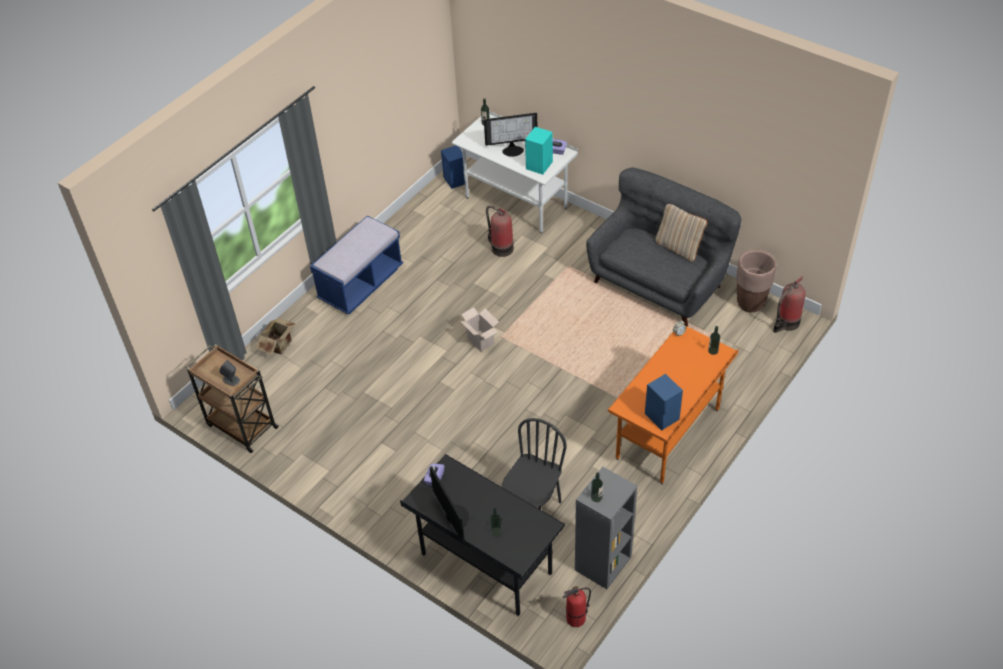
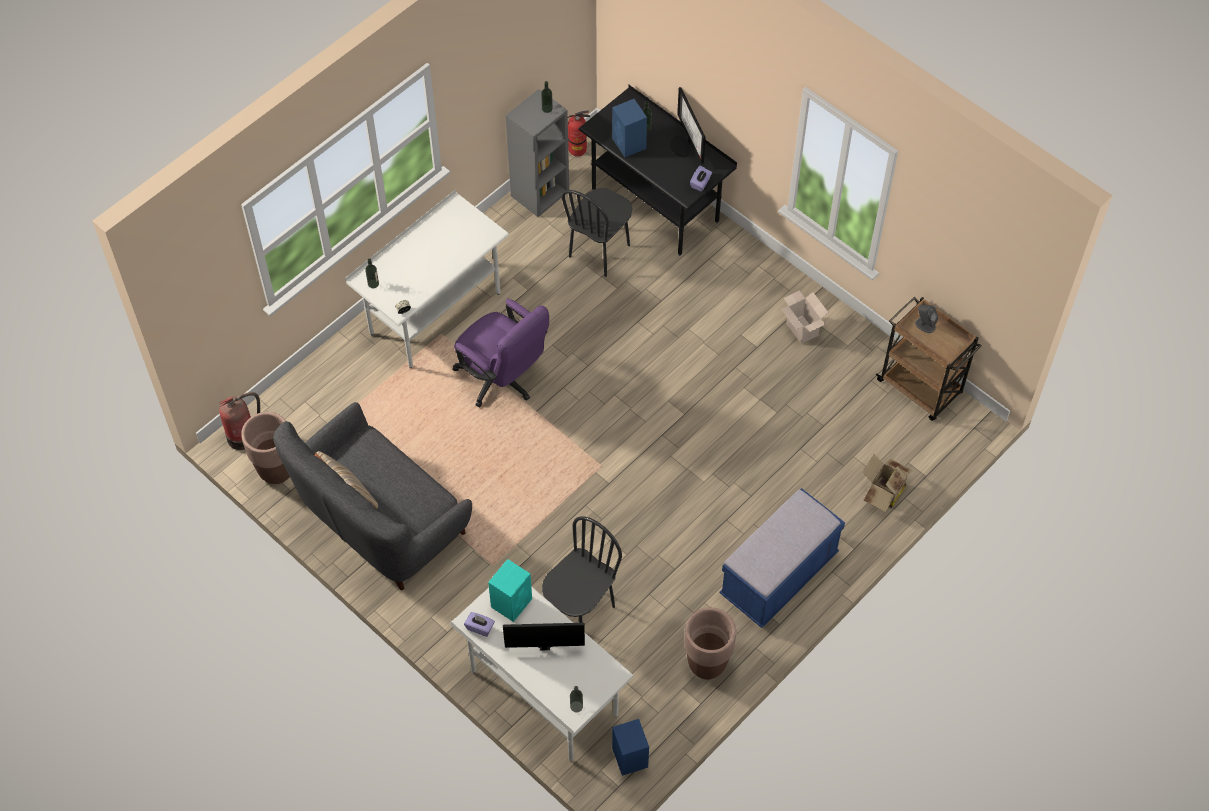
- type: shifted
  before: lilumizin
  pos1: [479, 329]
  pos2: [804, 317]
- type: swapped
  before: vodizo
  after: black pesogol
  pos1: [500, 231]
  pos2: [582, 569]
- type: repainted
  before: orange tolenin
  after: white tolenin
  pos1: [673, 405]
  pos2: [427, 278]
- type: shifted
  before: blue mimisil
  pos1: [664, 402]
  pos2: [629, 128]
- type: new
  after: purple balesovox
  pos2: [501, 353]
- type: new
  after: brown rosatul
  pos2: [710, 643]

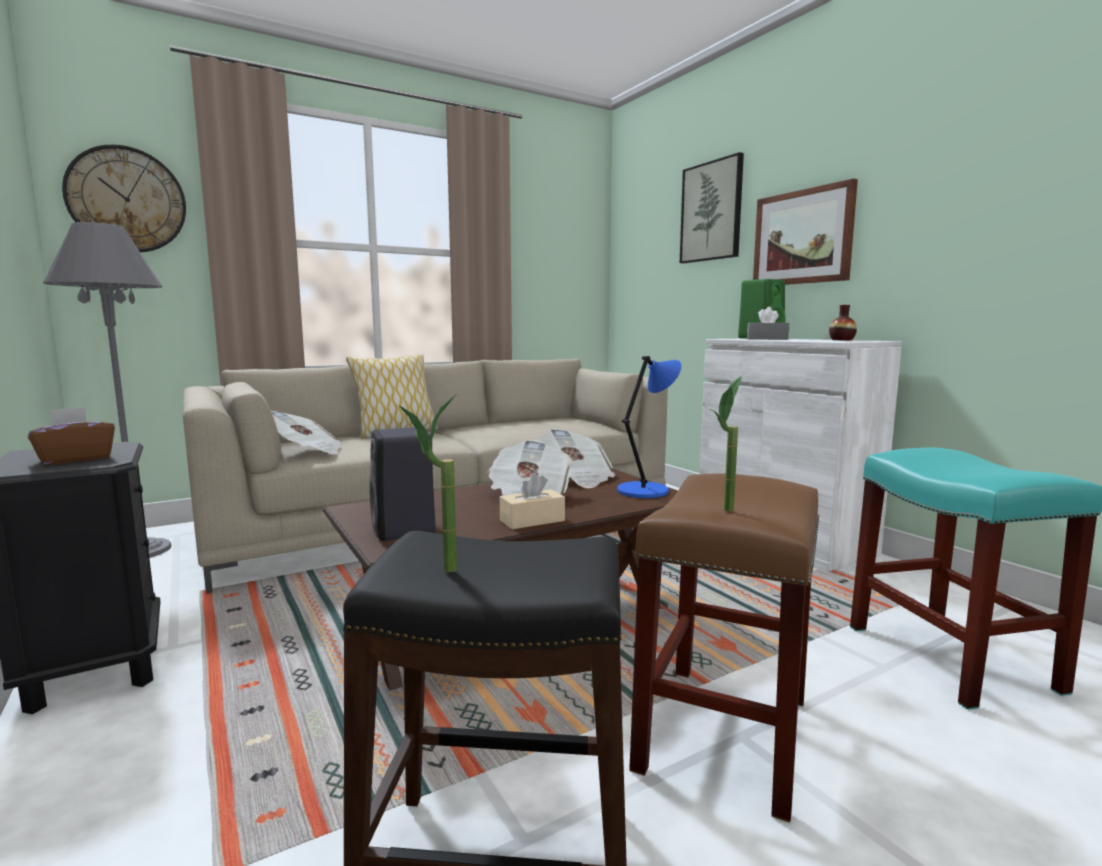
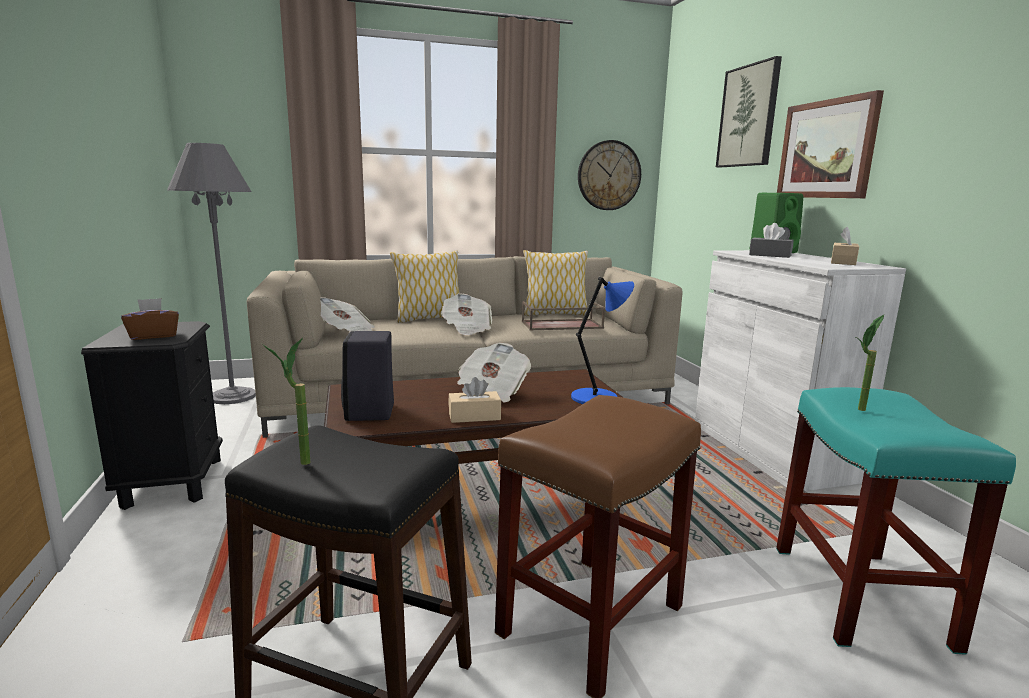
- type: shifted
  before: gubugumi
  pos1: [124, 198]
  pos2: [609, 175]
- type: shifted
  before: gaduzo
  pos1: [576, 458]
  pos2: [466, 314]
- type: shifted
  before: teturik
  pos1: [724, 443]
  pos2: [870, 363]
- type: swapped
  before: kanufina
  after: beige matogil
  pos1: [843, 322]
  pos2: [845, 246]
- type: new
  after: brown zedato
  pos2: [563, 316]
- type: new
  after: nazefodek
  pos2: [555, 283]

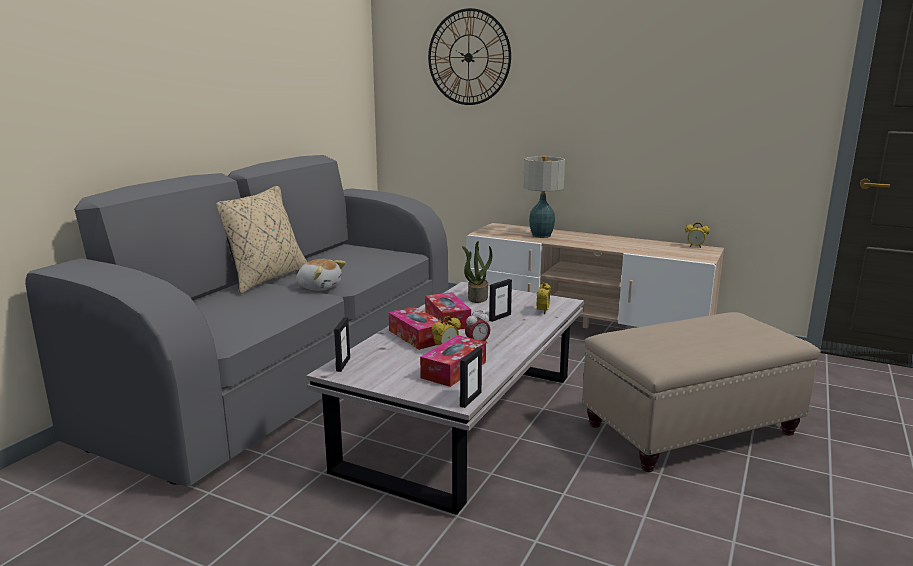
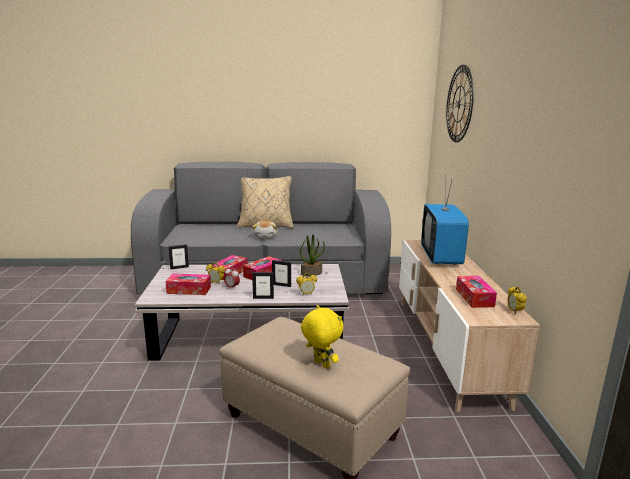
- type: shifted
  before: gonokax
  pos1: [471, 377]
  pos2: [263, 285]
- type: swapped
  before: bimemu
  after: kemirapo
  pos1: [544, 197]
  pos2: [445, 220]
- type: new
  after: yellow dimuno
  pos2: [322, 337]
- type: new
  after: matogil
  pos2: [476, 292]

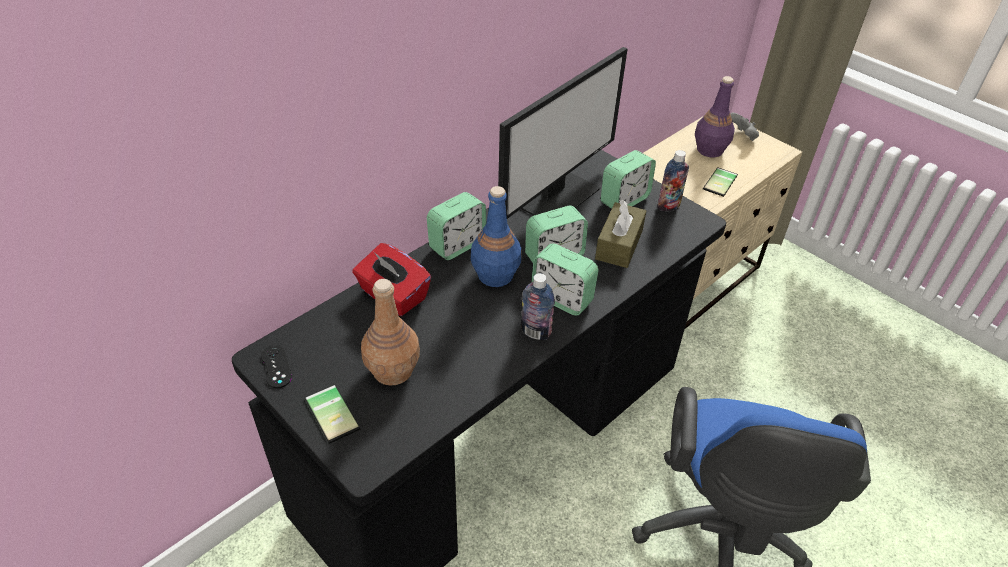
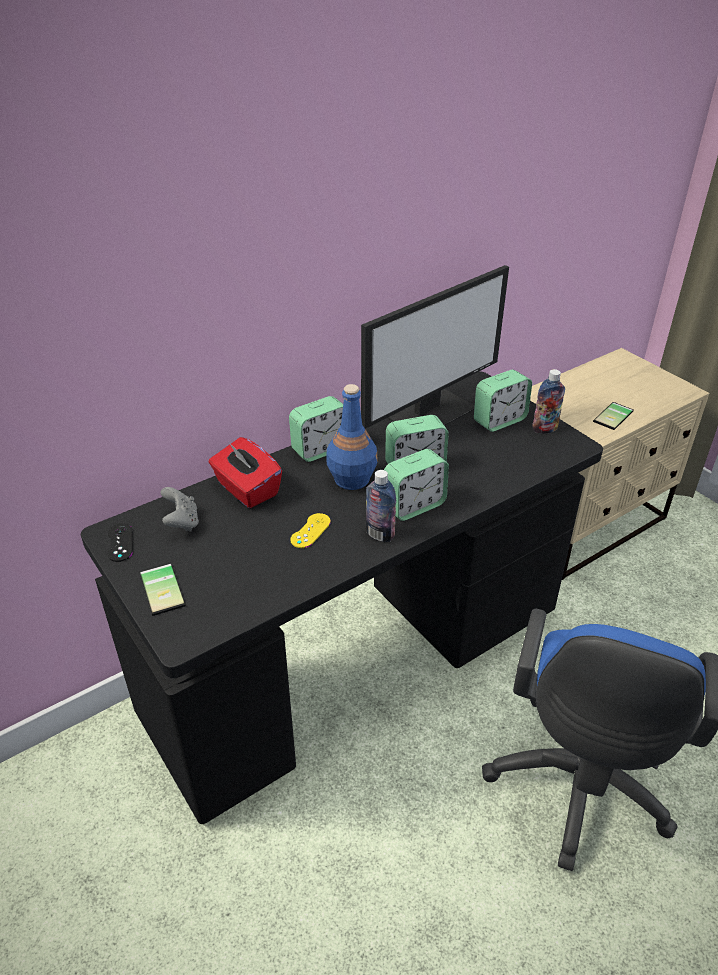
- type: gone
  before: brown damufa
  pos1: [390, 332]
- type: rotated
  before: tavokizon
  pos1: [565, 279]
  pos2: [416, 485]
  turn: -75
- type: gone
  before: brown matogil
  pos1: [620, 234]
- type: gone
  before: purple damufa
  pos1: [715, 116]
- type: shifted
  before: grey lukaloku
  pos1: [744, 127]
  pos2: [180, 509]
- type: new
  after: yellow lukaloku
  pos2: [310, 530]

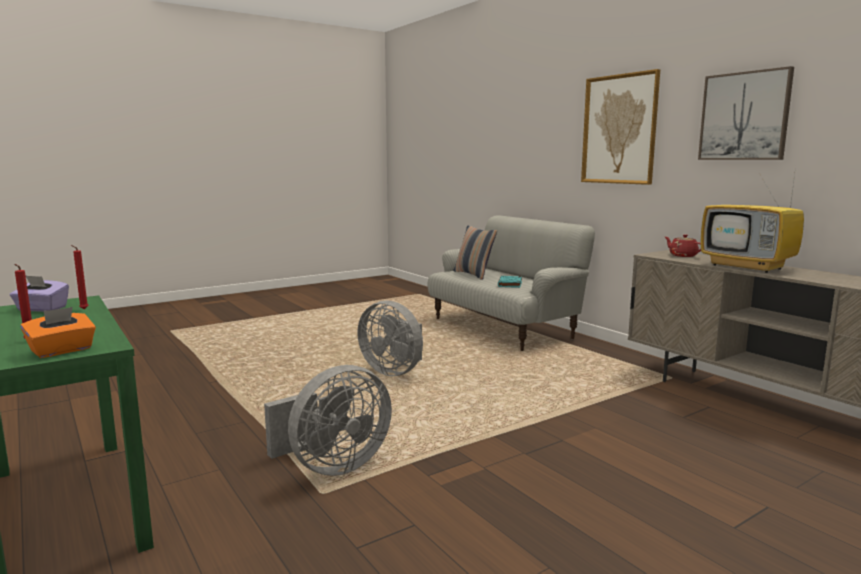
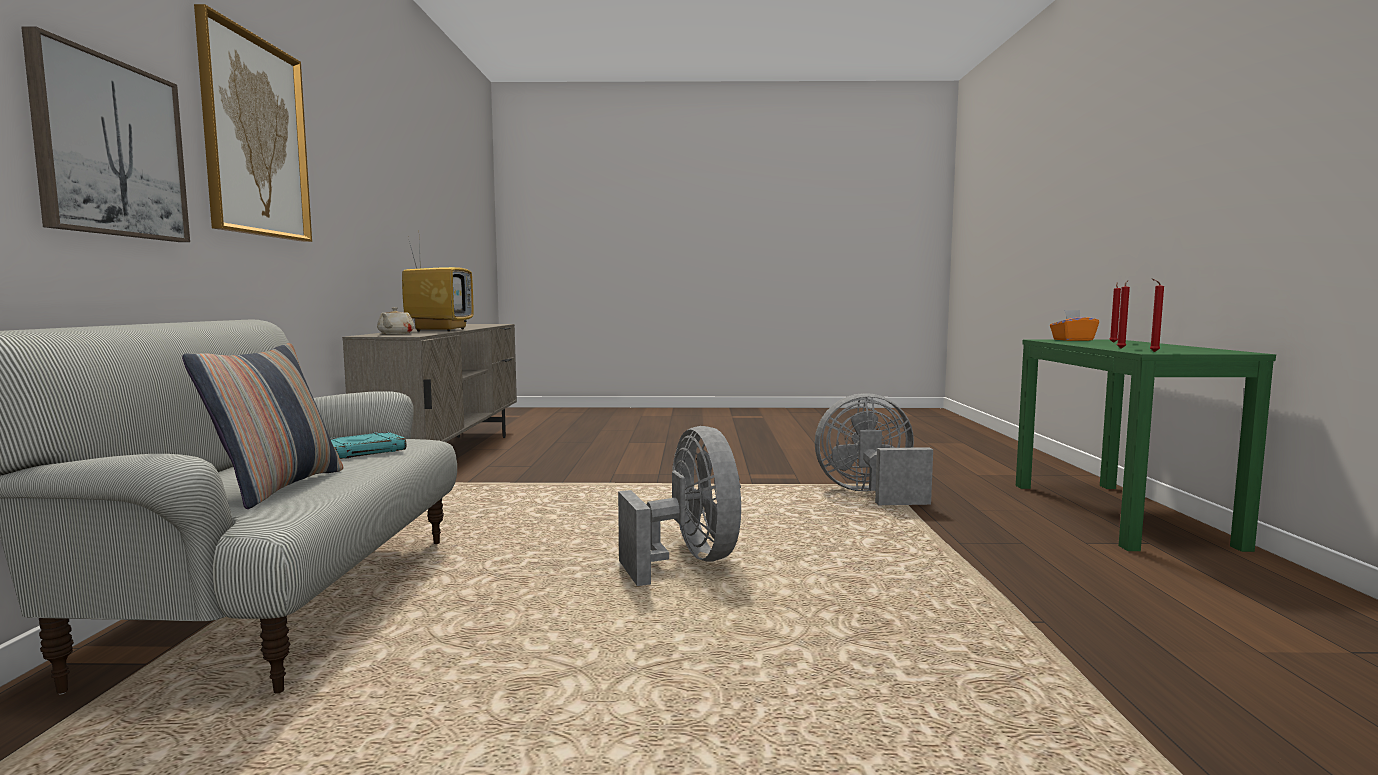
- type: gone
  before: purple matogil
  pos1: [39, 293]
- type: repainted
  before: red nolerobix
  after: beige nolerobix
  pos1: [683, 246]
  pos2: [395, 320]
- type: shifted
  before: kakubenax
  pos1: [746, 113]
  pos2: [105, 134]
- type: new
  after: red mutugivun
  pos2: [1157, 315]

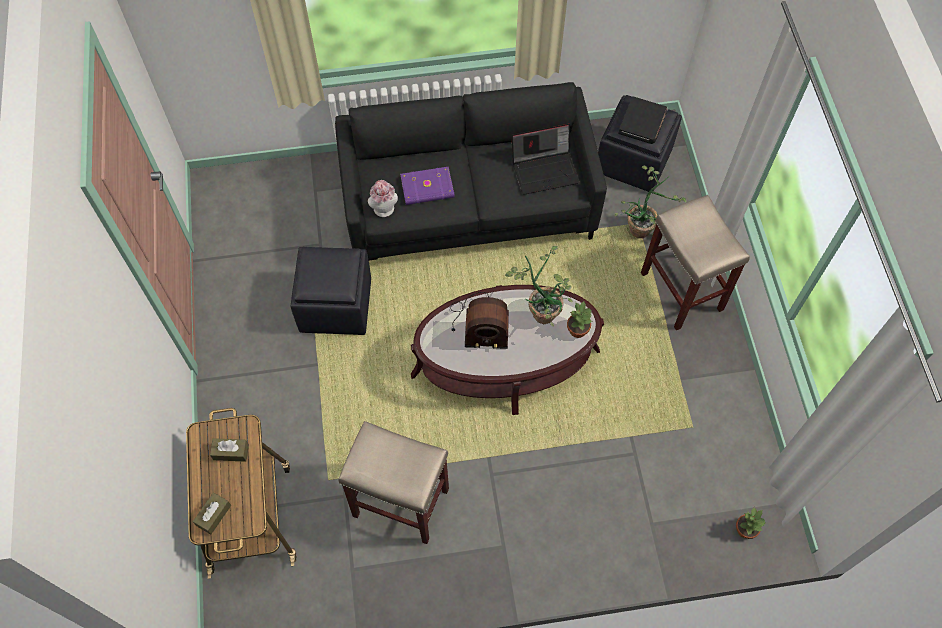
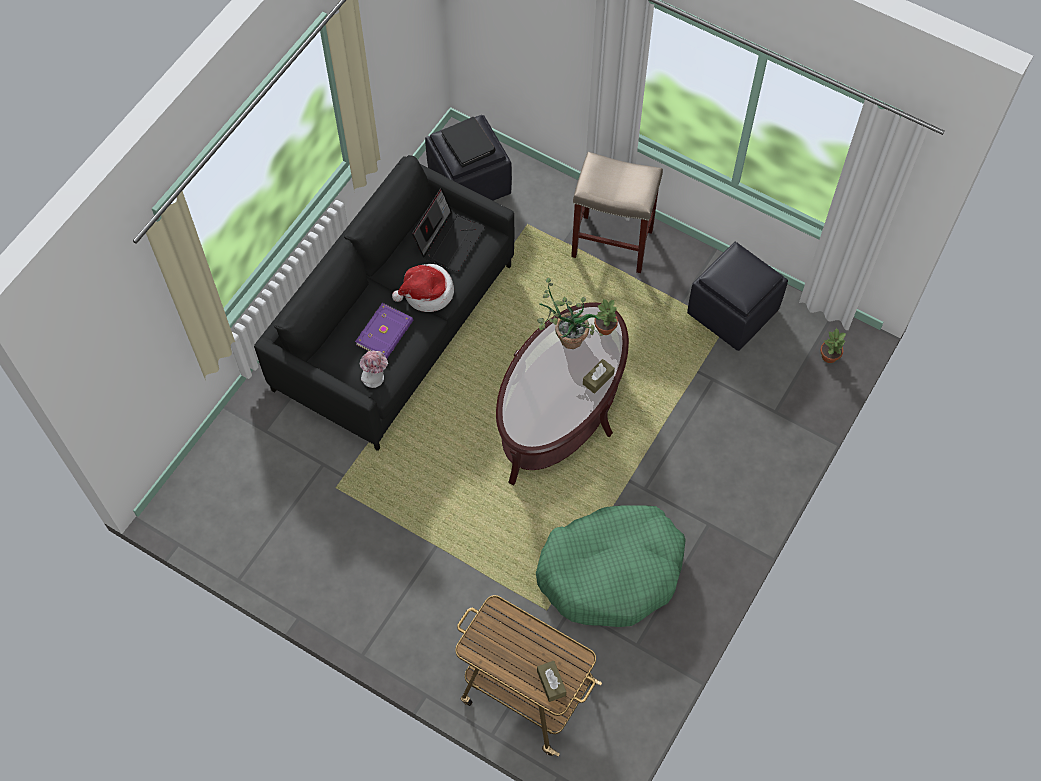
- type: shifted
  before: brown matogil
  pos1: [229, 450]
  pos2: [599, 376]
- type: shifted
  before: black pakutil
  pos1: [331, 291]
  pos2: [737, 296]
- type: swapped
  before: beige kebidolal
  after: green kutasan
  pos1: [393, 482]
  pos2: [611, 566]
- type: gone
  before: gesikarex
  pos1: [479, 320]
- type: gone
  before: teturik
  pos1: [651, 202]
- type: new
  after: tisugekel
  pos2: [423, 288]

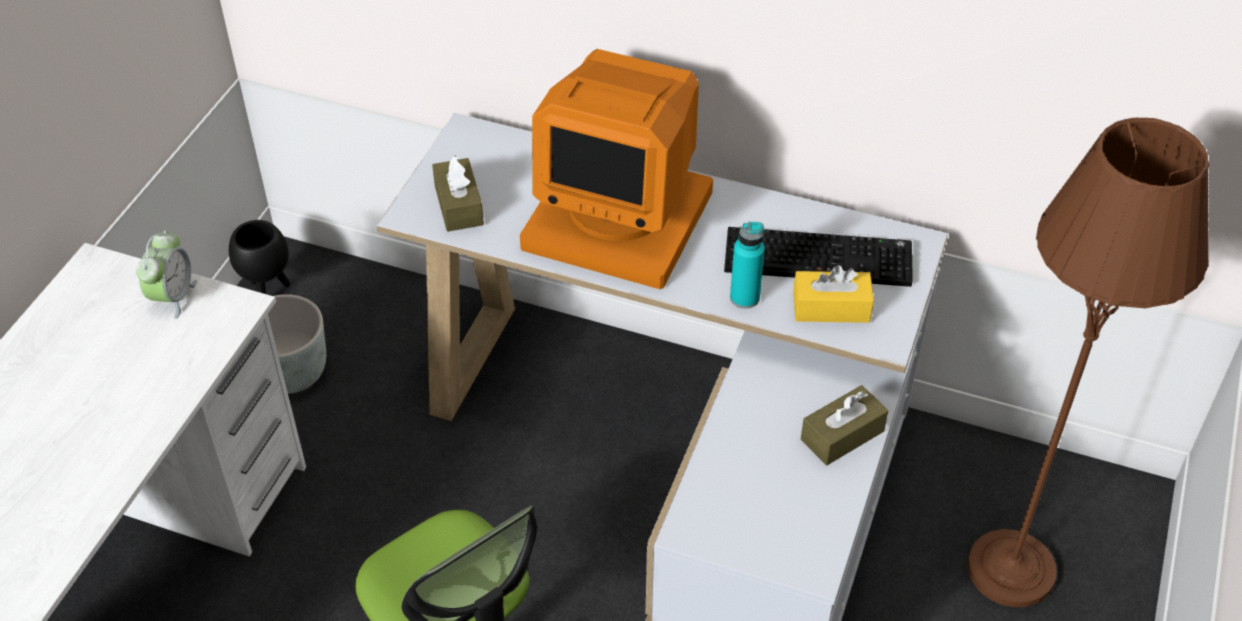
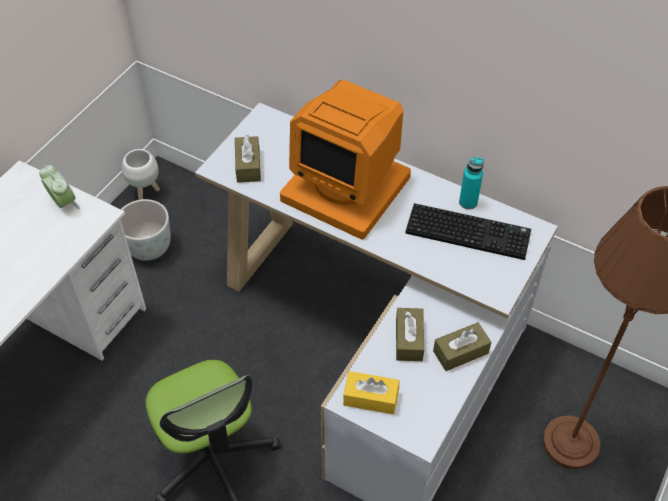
- type: rotated
  before: tavokizon
  pos1: [166, 274]
  pos2: [59, 187]
  turn: -60
- type: repainted
  before: black rosatul
  after: white rosatul
  pos1: [260, 257]
  pos2: [141, 174]
- type: shifted
  before: turquoise damufa
  pos1: [747, 265]
  pos2: [471, 183]
- type: shifted
  before: yellow matogil
  pos1: [833, 294]
  pos2: [371, 392]
- type: new
  after: brown matogil
  pos2: [410, 334]

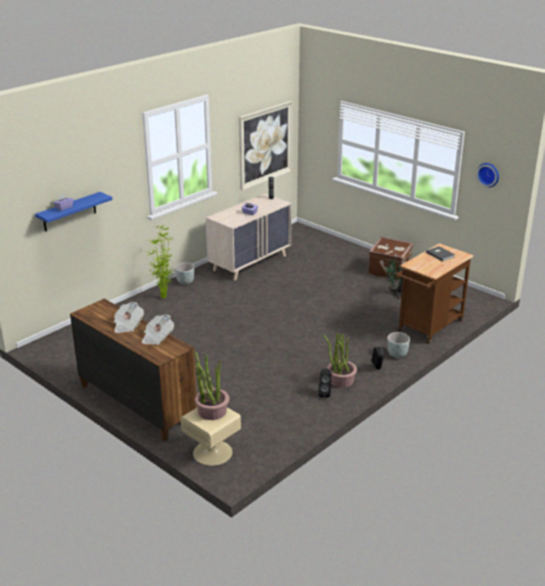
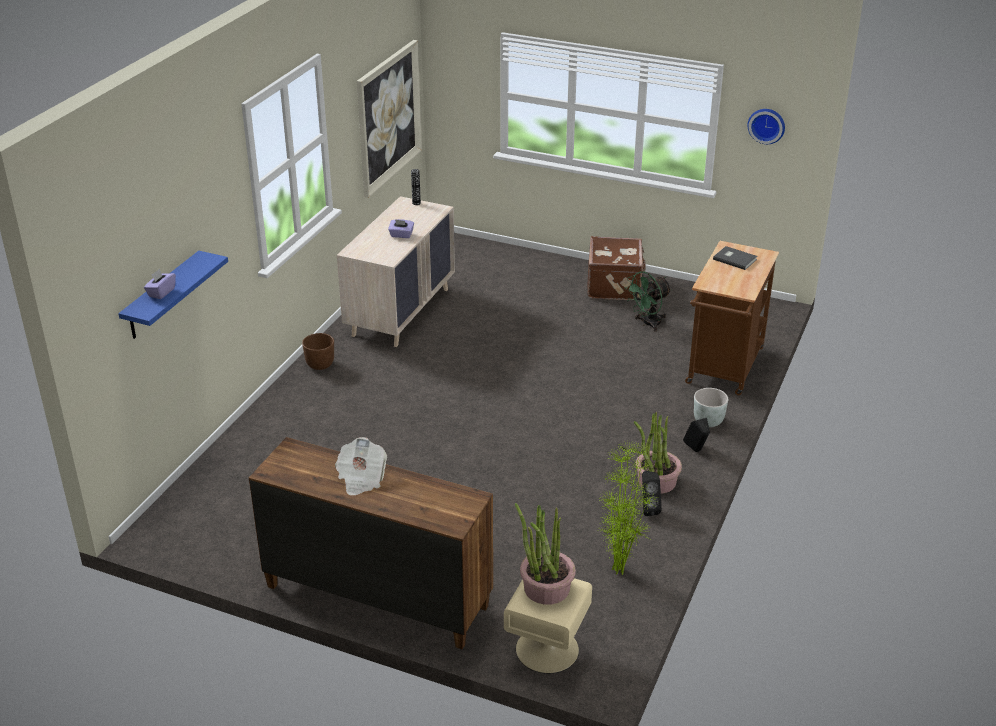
- type: gone
  before: gaduzo
  pos1: [158, 329]
- type: shifted
  before: teturik
  pos1: [161, 261]
  pos2: [629, 508]
- type: repainted
  before: grey rosatul
  after: brown rosatul
  pos1: [185, 274]
  pos2: [318, 351]

